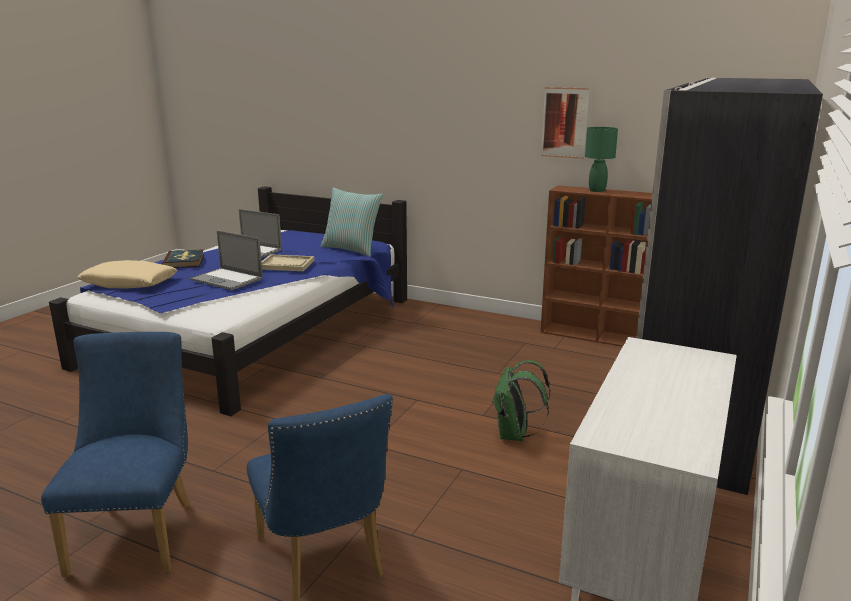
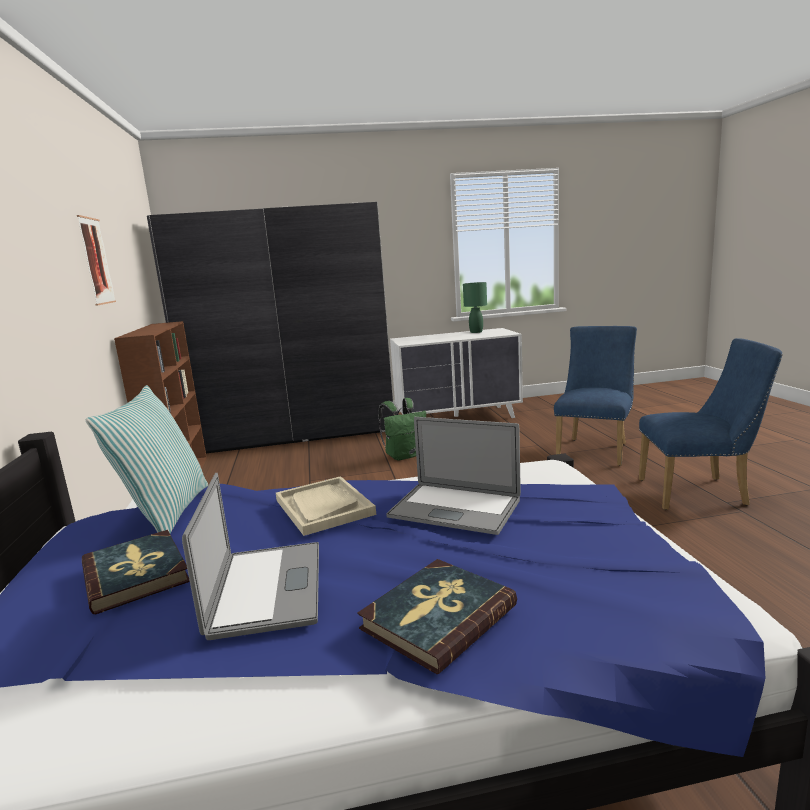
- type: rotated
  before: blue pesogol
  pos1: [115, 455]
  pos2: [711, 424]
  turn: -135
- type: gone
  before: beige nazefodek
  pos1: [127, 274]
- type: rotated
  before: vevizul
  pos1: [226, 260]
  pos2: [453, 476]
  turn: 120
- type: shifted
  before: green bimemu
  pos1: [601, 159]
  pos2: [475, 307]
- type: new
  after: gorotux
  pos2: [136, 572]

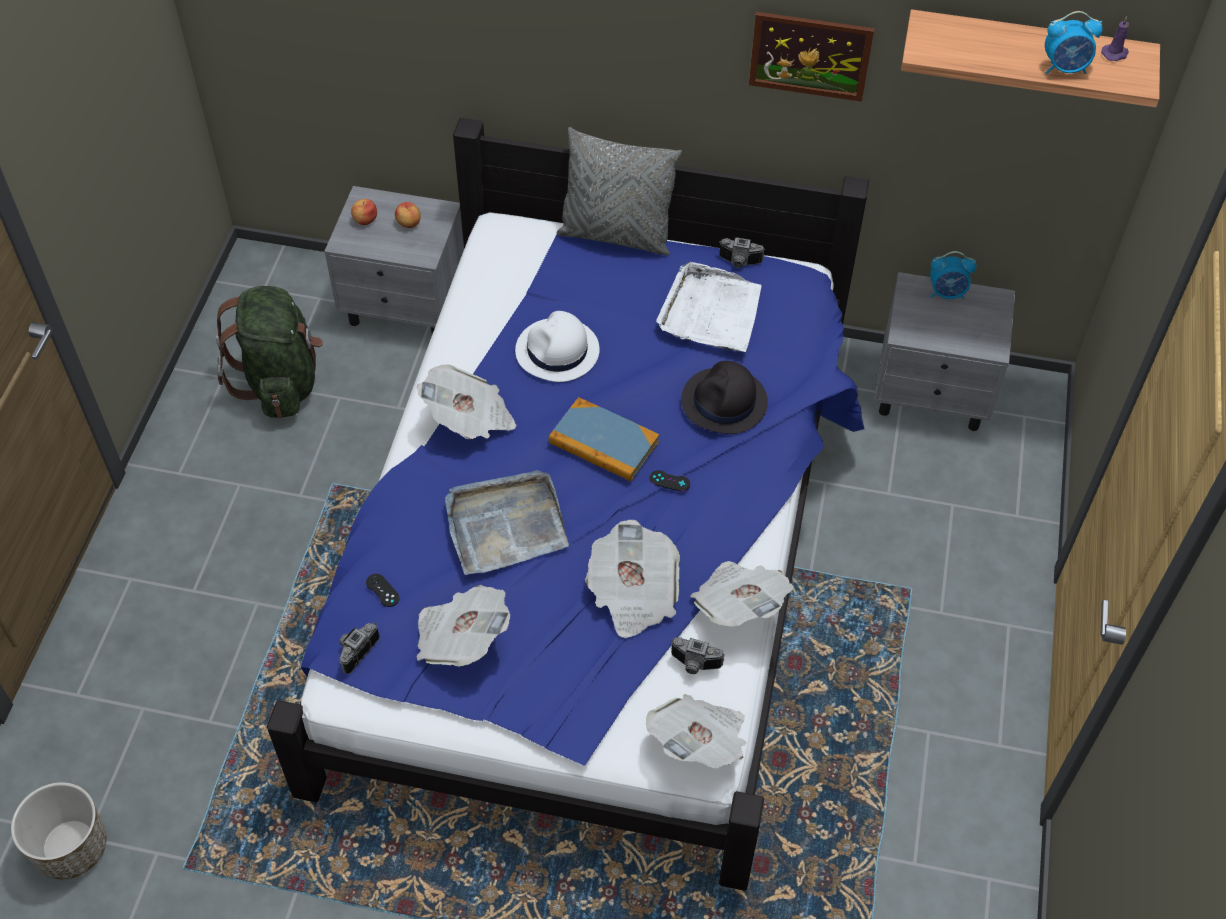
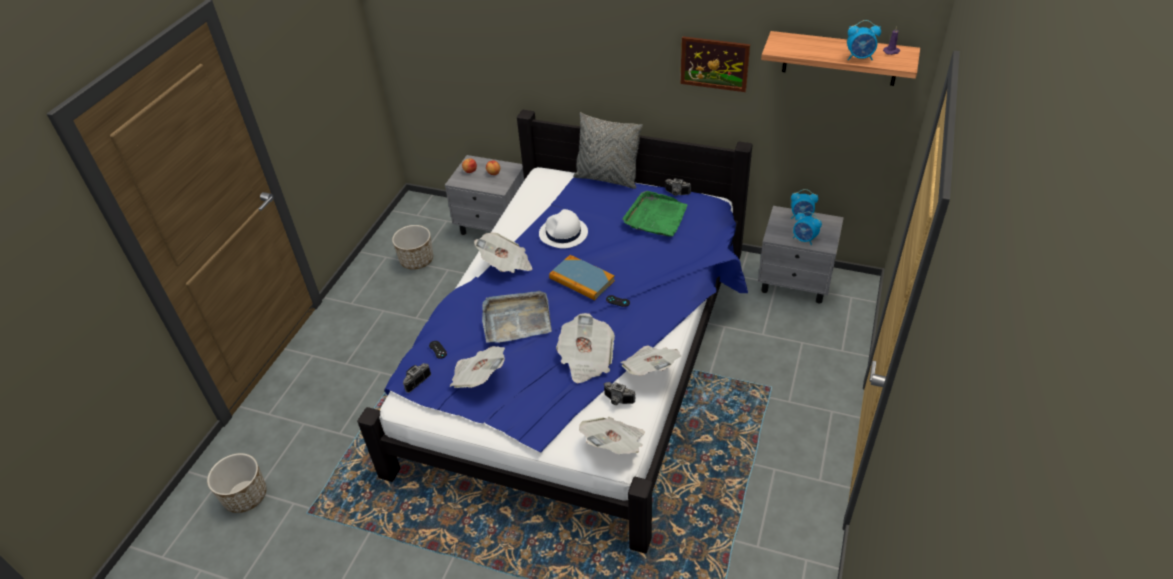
- type: swapped
  before: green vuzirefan
  after: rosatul
  pos1: [269, 352]
  pos2: [412, 247]
- type: repainted
  before: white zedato
  after: green zedato
  pos1: [708, 307]
  pos2: [655, 214]
- type: gone
  before: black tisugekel
  pos1: [724, 397]
- type: new
  after: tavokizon
  pos2: [807, 228]

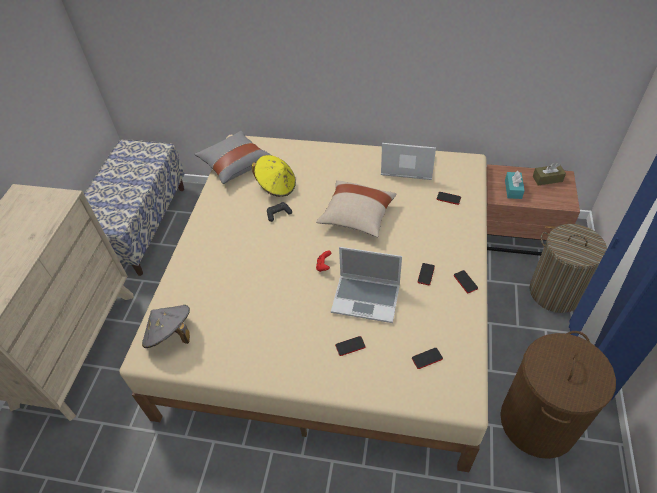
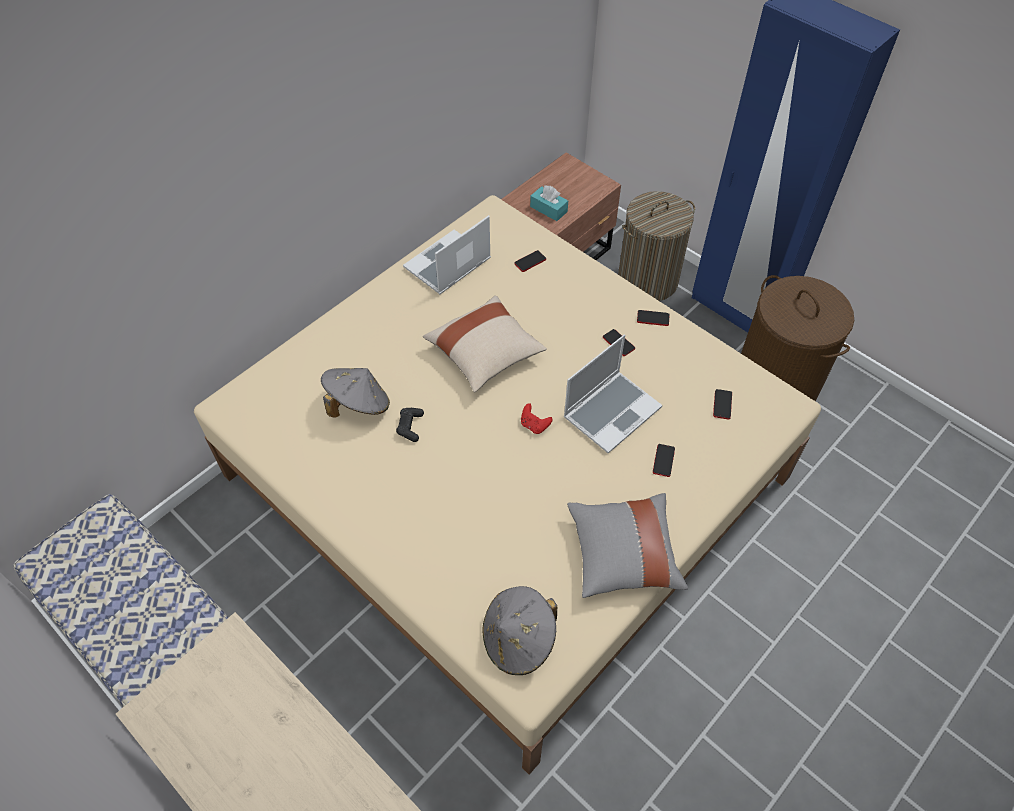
- type: shifted
  before: grey nazefodek
  pos1: [232, 157]
  pos2: [627, 545]
- type: repainted
  before: yellow tisugekel
  after: grey tisugekel
  pos1: [274, 176]
  pos2: [355, 392]
- type: gone
  before: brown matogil
  pos1: [549, 174]

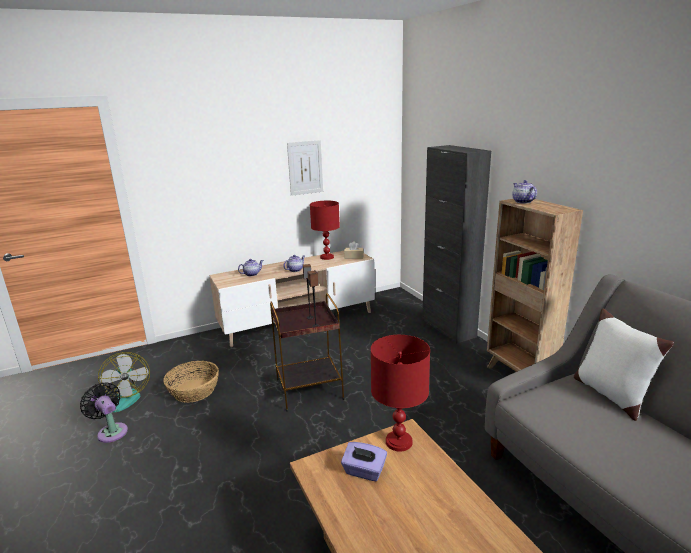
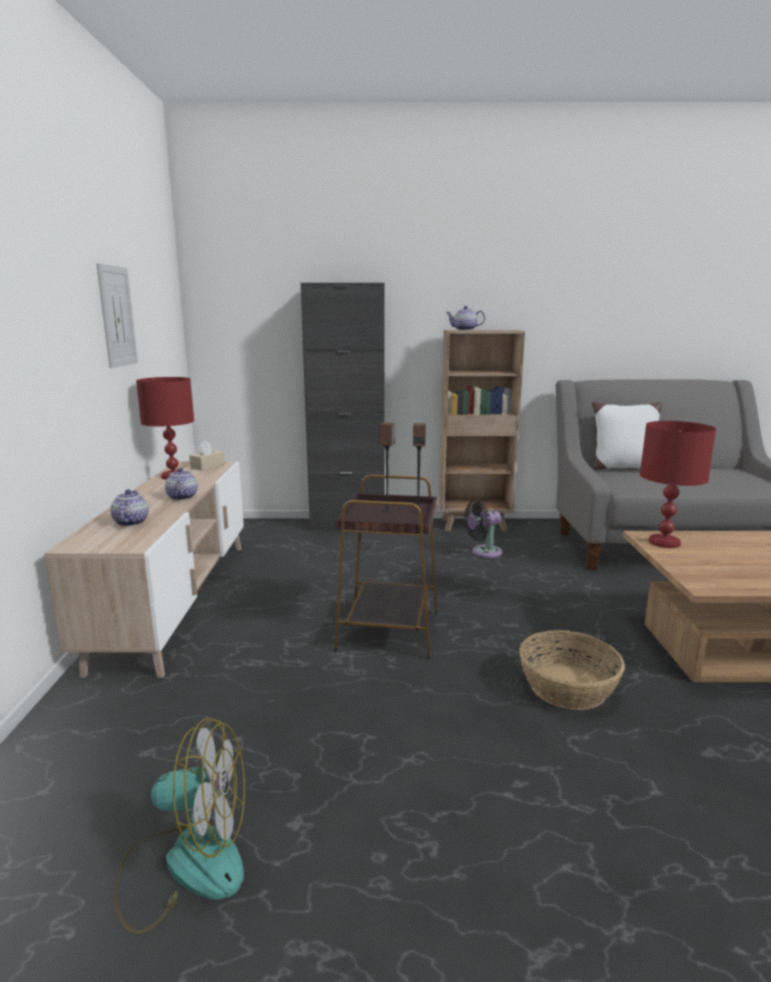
- type: shifted
  before: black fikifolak
  pos1: [104, 413]
  pos2: [483, 529]
- type: shifted
  before: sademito
  pos1: [191, 382]
  pos2: [572, 670]
- type: gone
  before: purple matogil
  pos1: [364, 461]

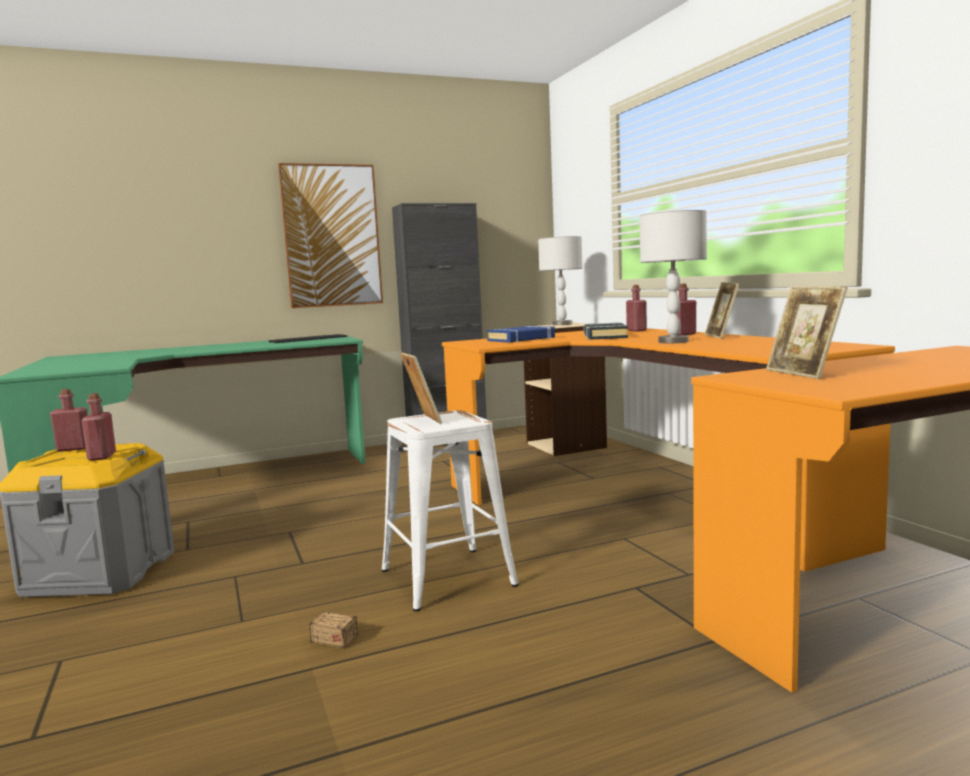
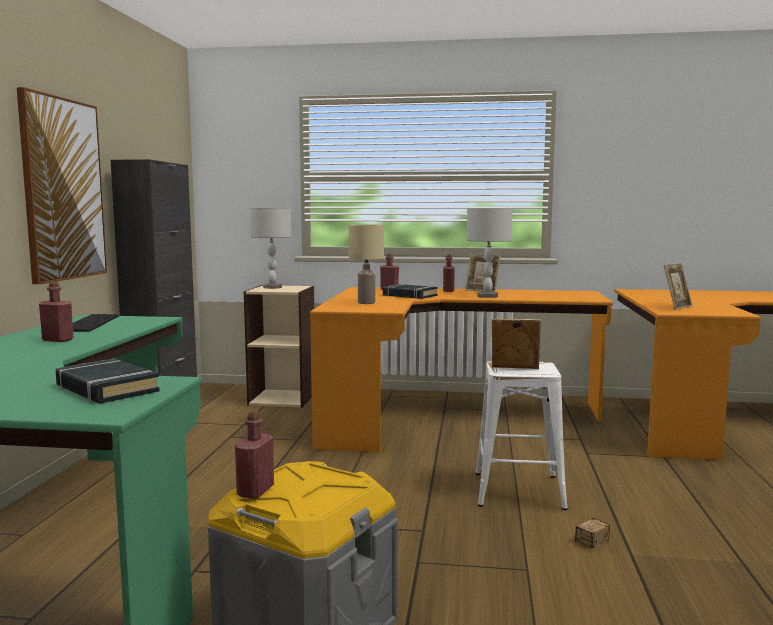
- type: shifted
  before: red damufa
  pos1: [99, 427]
  pos2: [56, 312]
- type: swapped
  before: blue gorotux
  after: beige bimemu
  pos1: [521, 334]
  pos2: [366, 264]
- type: rotated
  before: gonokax
  pos1: [807, 332]
  pos2: [678, 286]
  turn: -60
- type: new
  after: black gorotux
  pos2: [108, 381]

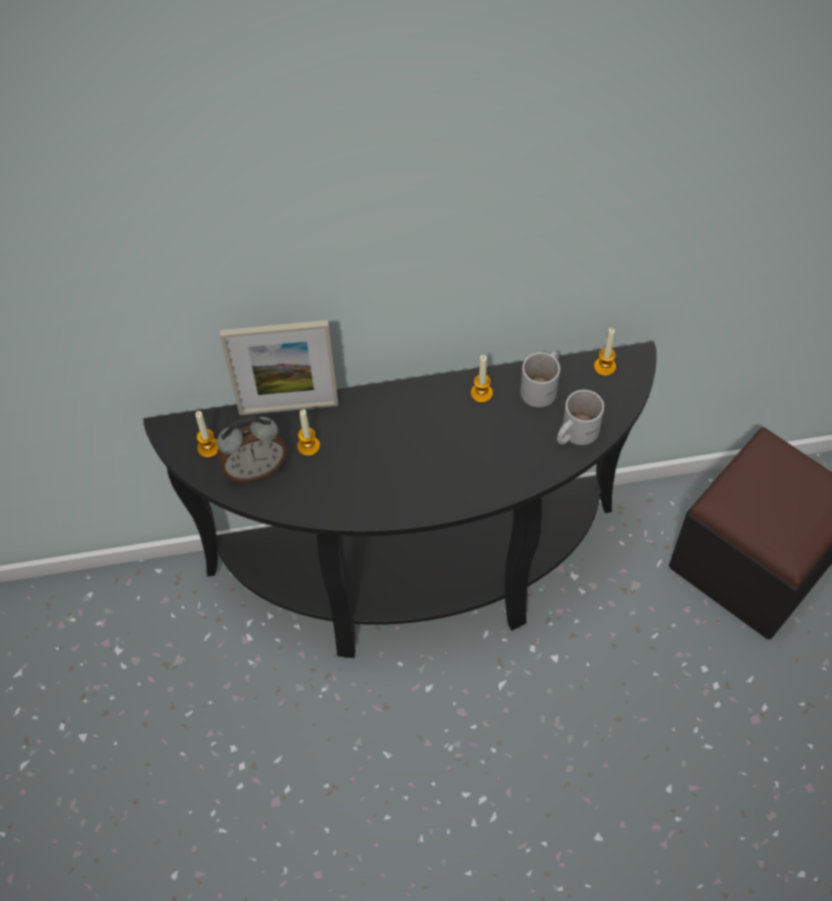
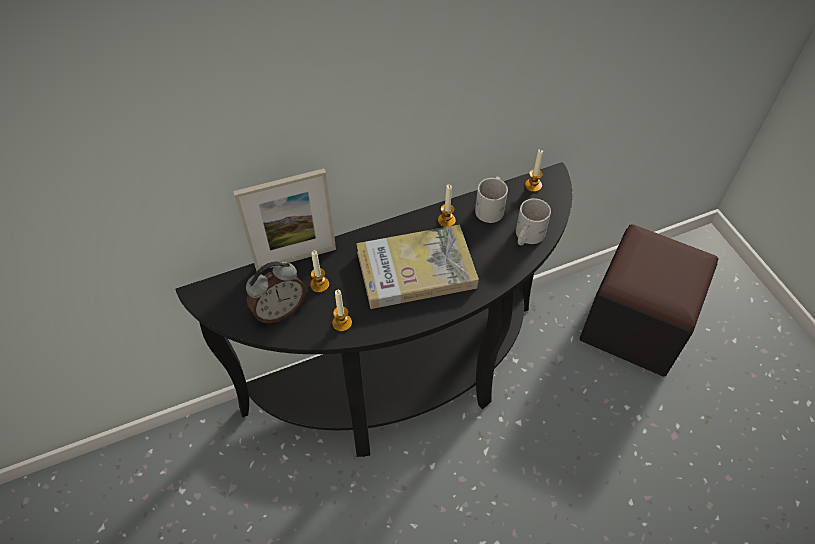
- type: shifted
  before: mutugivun
  pos1: [206, 434]
  pos2: [342, 311]
- type: new
  after: gorotux
  pos2: [417, 267]

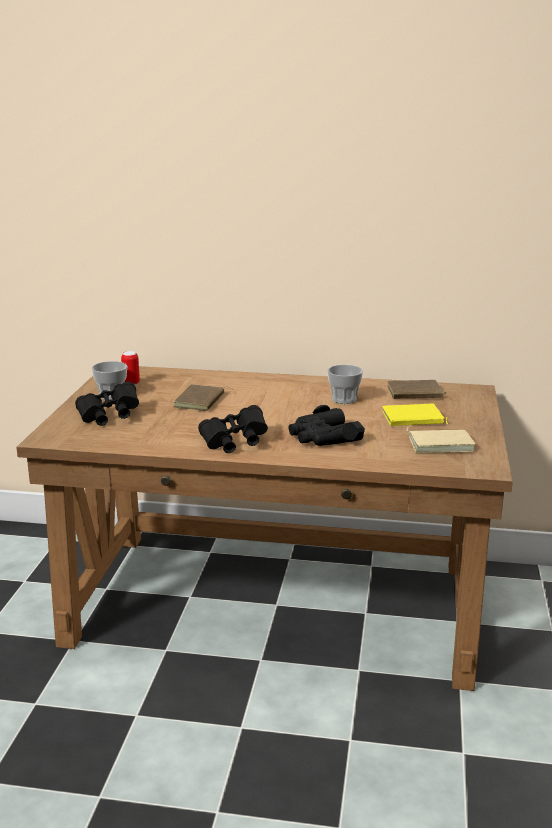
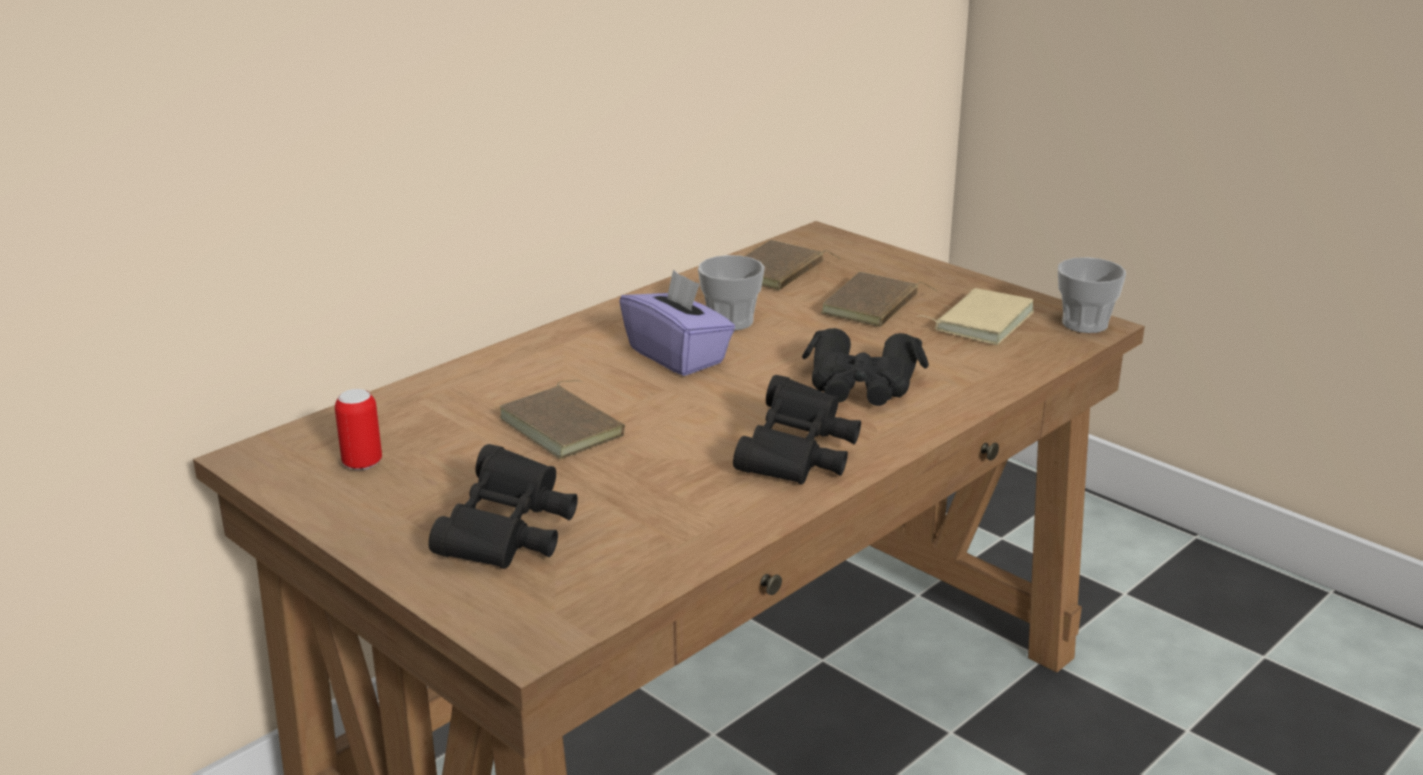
- type: shifted
  before: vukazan
  pos1: [109, 380]
  pos2: [1092, 295]
- type: repainted
  before: yellow gorotux
  after: brown gorotux
  pos1: [415, 415]
  pos2: [879, 299]
- type: new
  after: purple matogil
  pos2: [677, 323]

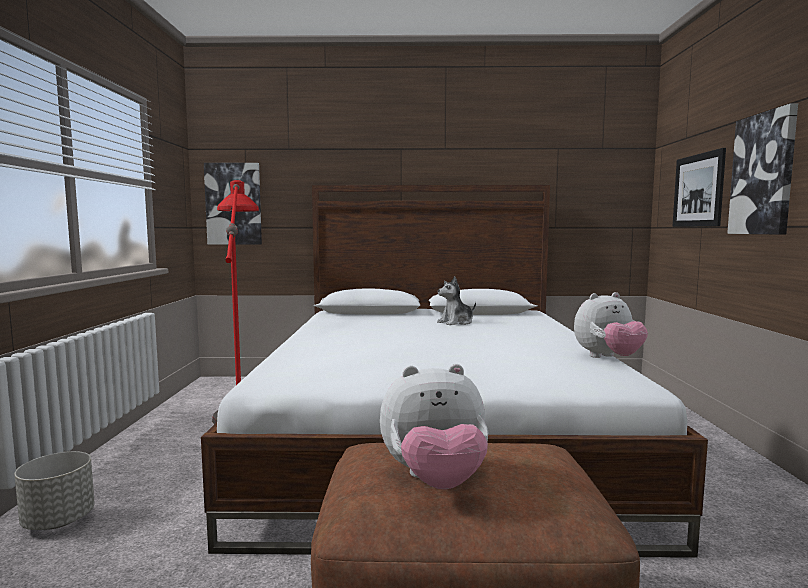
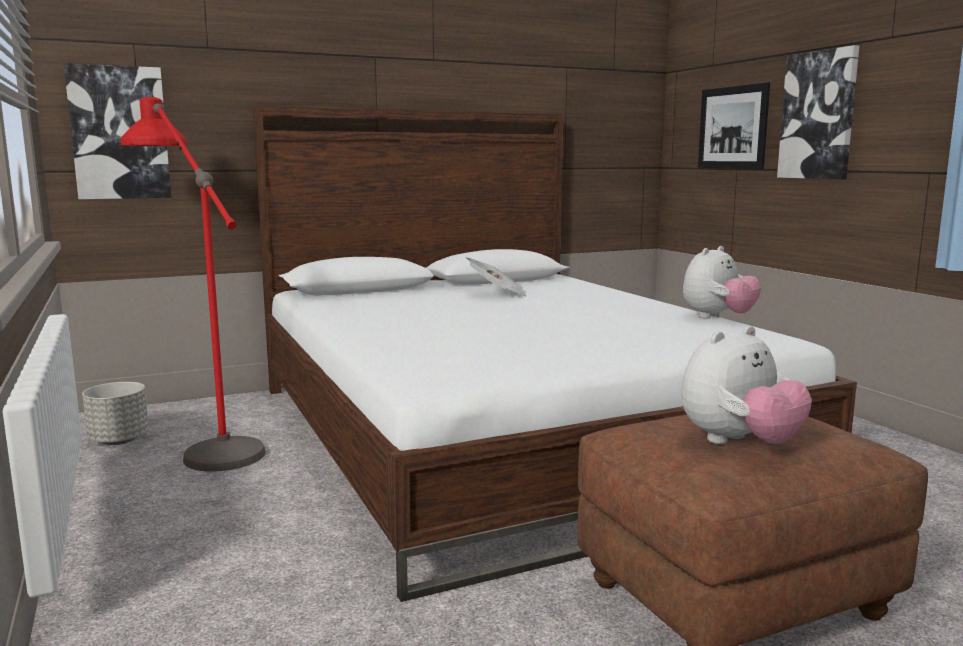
- type: shifted
  before: grey rosatul
  pos1: [54, 490]
  pos2: [115, 413]
- type: swapped
  before: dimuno
  after: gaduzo
  pos1: [456, 300]
  pos2: [496, 277]

